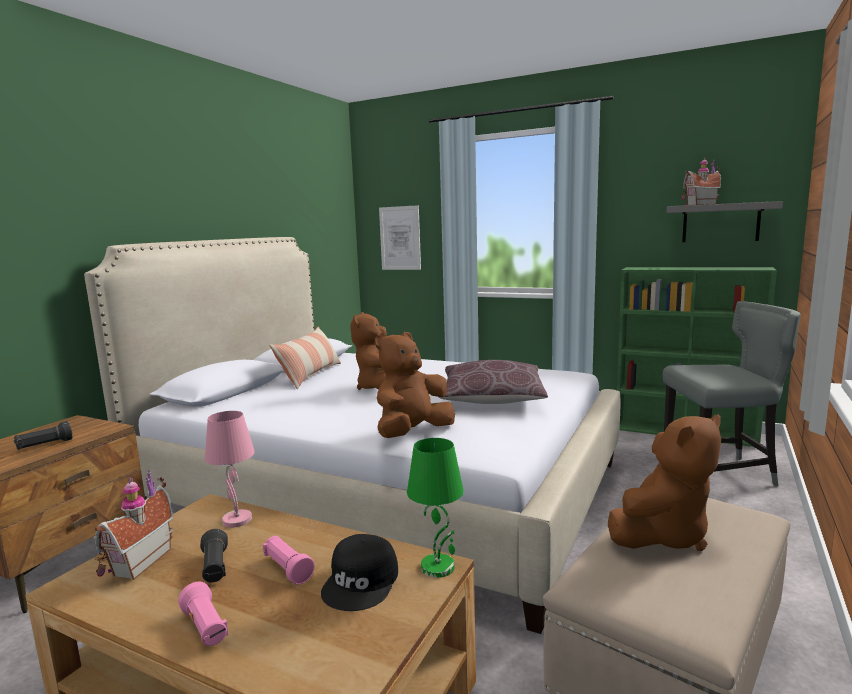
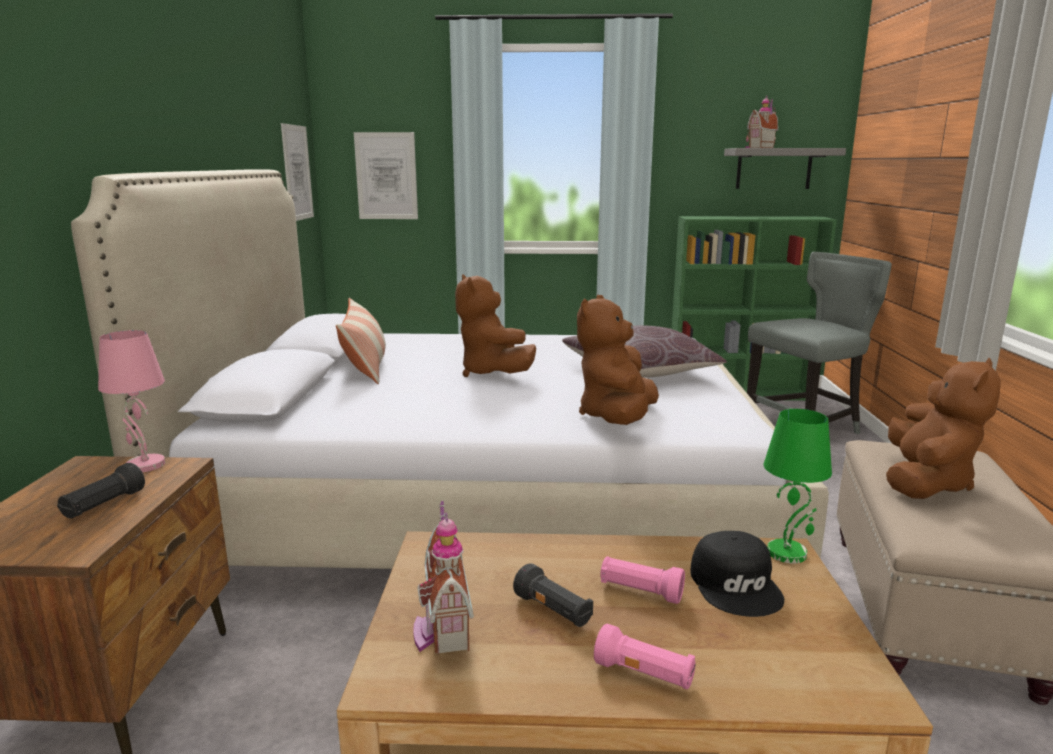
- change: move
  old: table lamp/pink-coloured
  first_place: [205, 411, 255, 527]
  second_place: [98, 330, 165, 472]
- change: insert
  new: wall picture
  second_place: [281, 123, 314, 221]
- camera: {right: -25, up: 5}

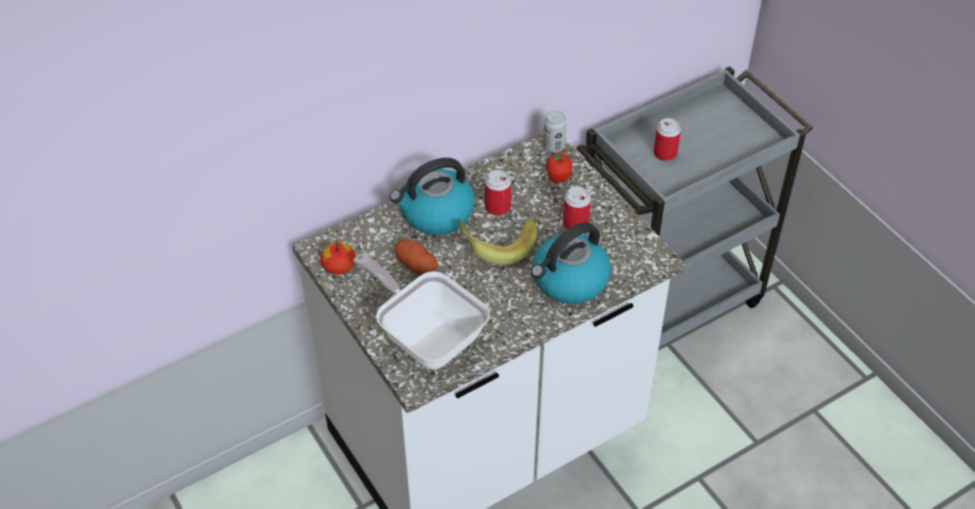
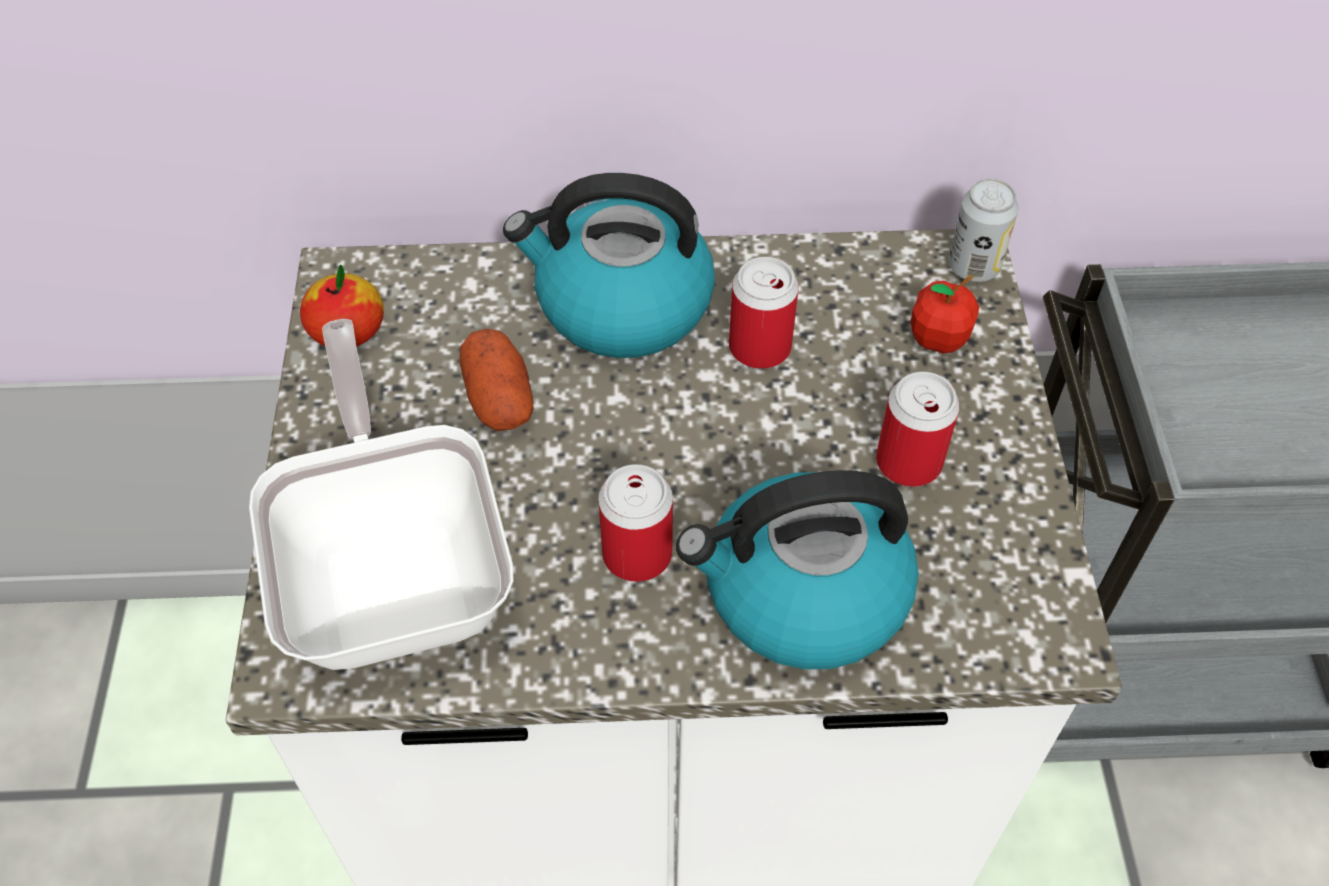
- change: move
  old: metal can
  first_place: [653, 118, 681, 161]
  second_place: [598, 464, 673, 582]
- change: delete
  old: whole banana
  first_place: [457, 218, 537, 265]
- camera: {right: 30, up: 5}

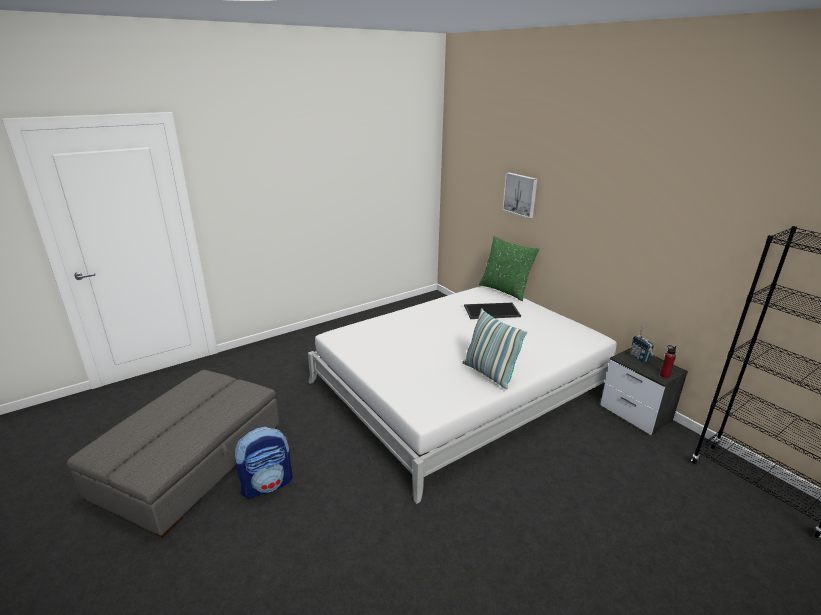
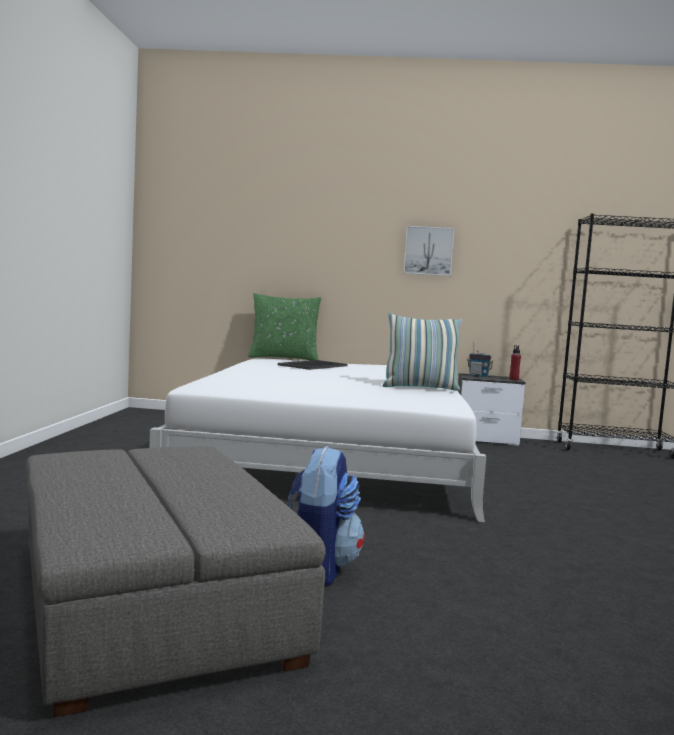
- change: move
  old: wall picture
  first_place: [502, 172, 537, 218]
  second_place: [404, 226, 455, 276]
- camera: {right: -50, up: -20}

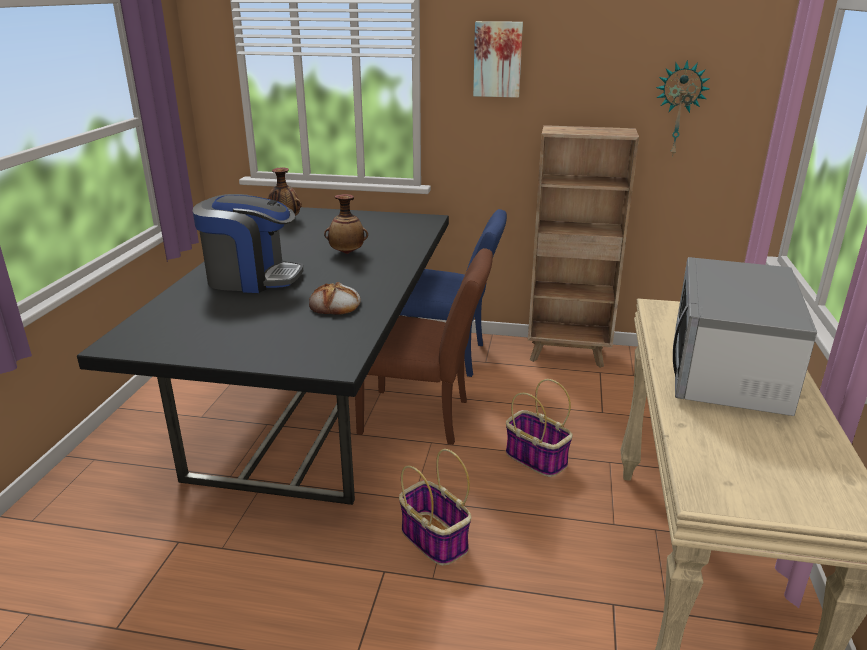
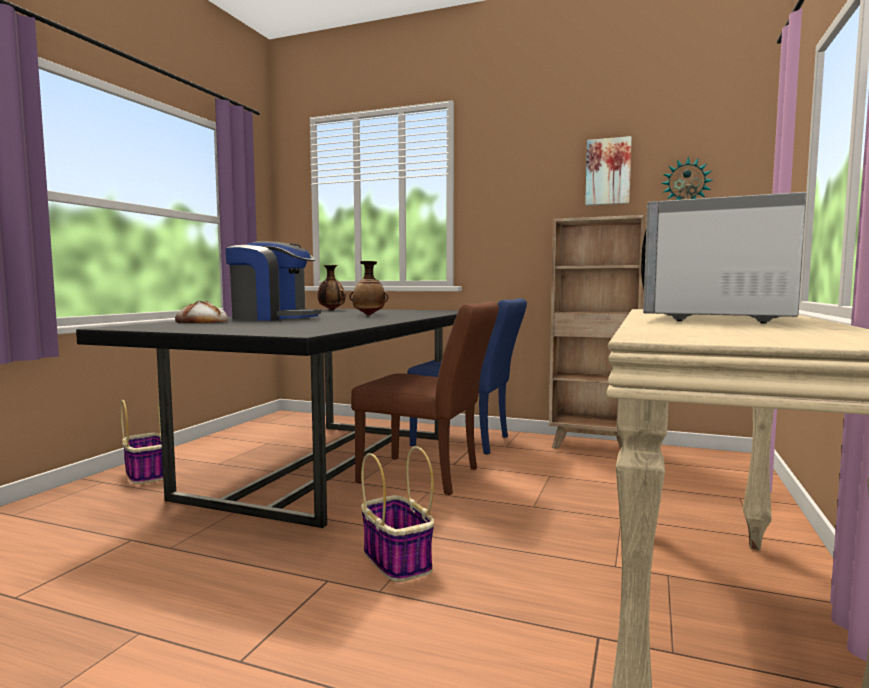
- change: move
  old: household basket
  first_place: [506, 379, 573, 477]
  second_place: [121, 400, 163, 484]
- change: move
  old: bread
  first_place: [309, 282, 361, 315]
  second_place: [175, 301, 228, 323]
- change: move
  old: wall picture
  first_place: [473, 21, 523, 98]
  second_place: [585, 136, 632, 206]
- camera: {right: 10, up: -20}

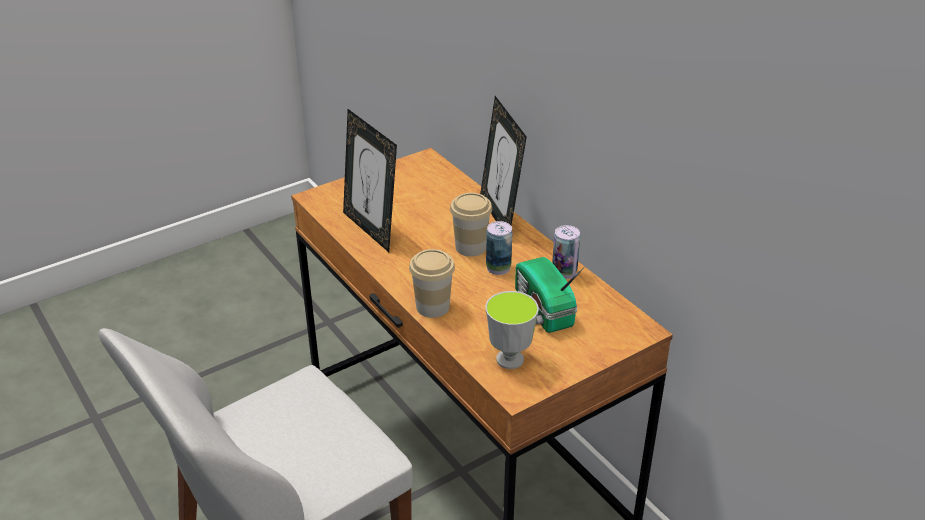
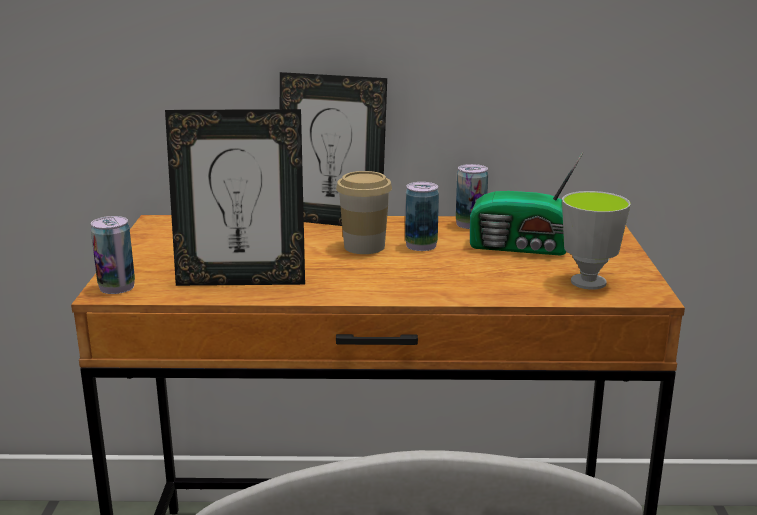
- change: insert
  new: metal can
  second_place: [91, 216, 135, 294]
- change: delete
  old: drinking cup
  first_place: [409, 249, 455, 318]
- camera: {right: -55, up: -15}

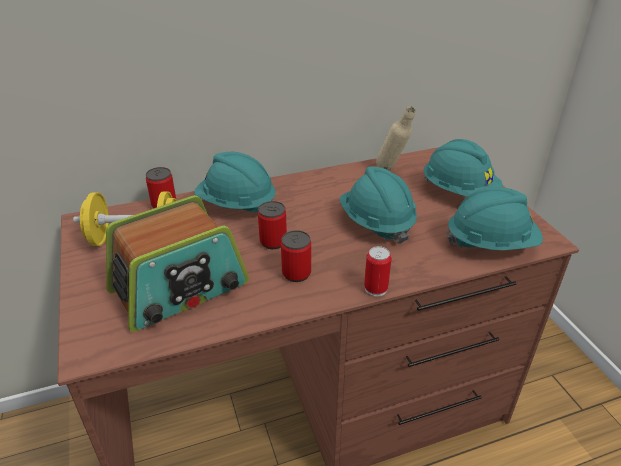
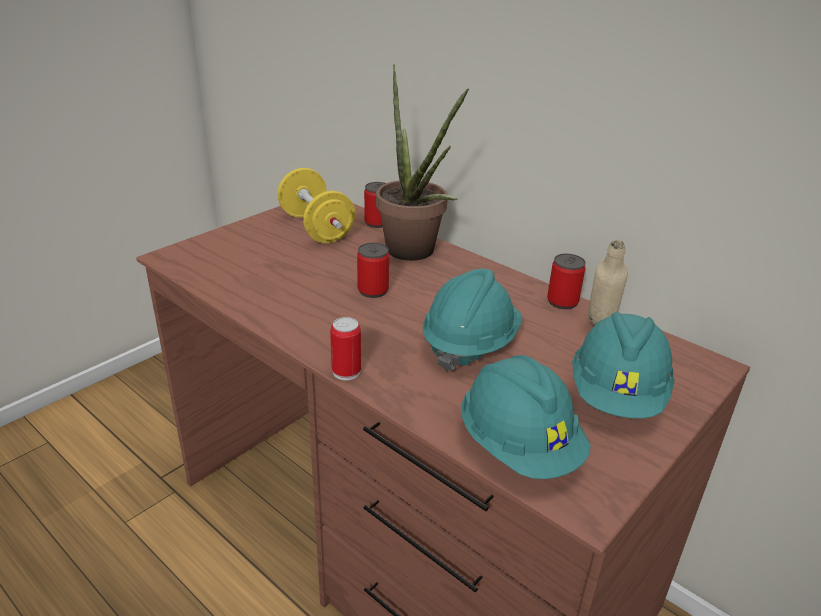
- change: replace
  old: hard hat/turquoise
  new: houseplant
  first_place: [194, 152, 276, 212]
  second_place: [376, 64, 469, 261]
- change: move
  old: metal can
  first_place: [281, 230, 311, 282]
  second_place: [547, 253, 586, 309]
- change: delete
  old: radio set
  first_place: [106, 195, 249, 332]
- camera: {right: 60, up: -5}

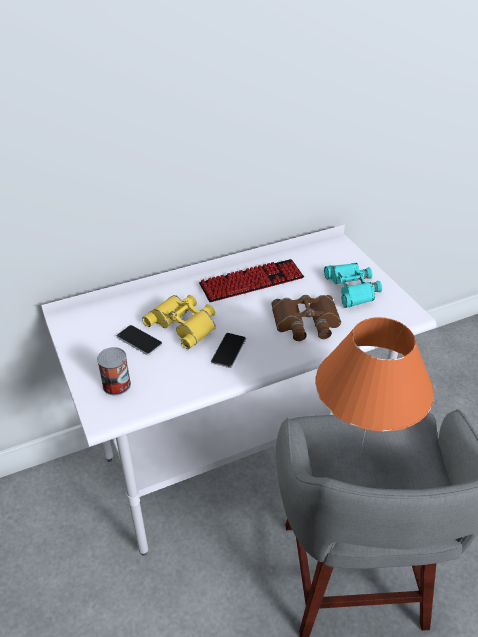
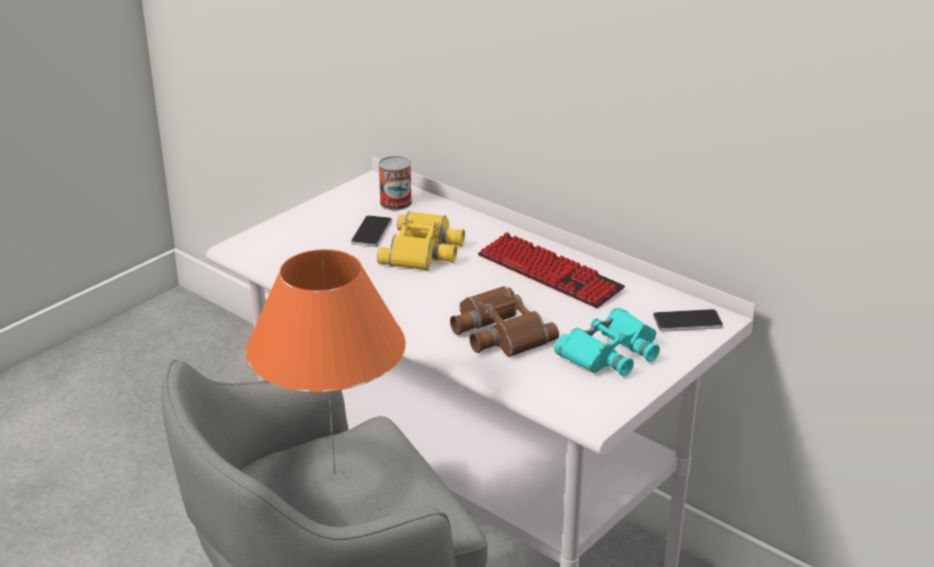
- change: move
  old: metal can
  first_place: [97, 347, 131, 395]
  second_place: [378, 156, 412, 210]
- change: move
  old: phone
  first_place: [211, 333, 246, 368]
  second_place: [653, 309, 723, 331]
- camera: {right: 65, up: -10}

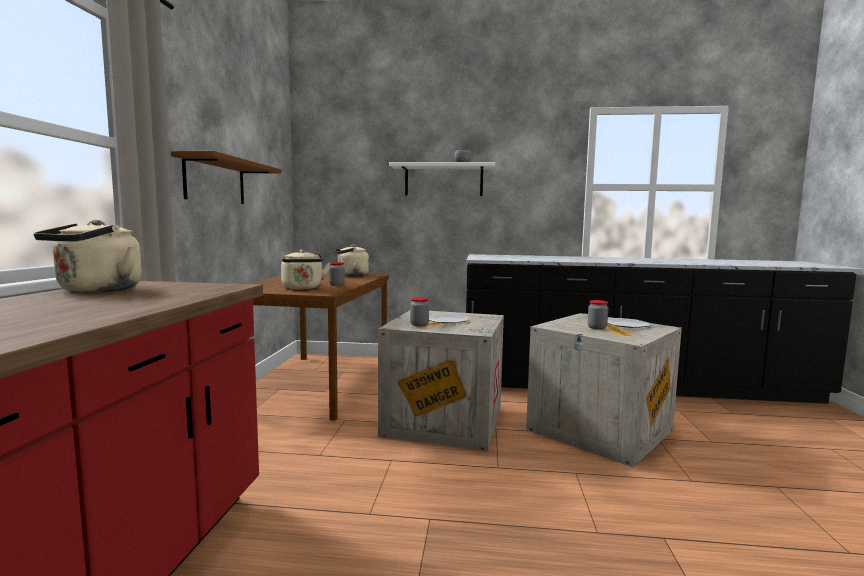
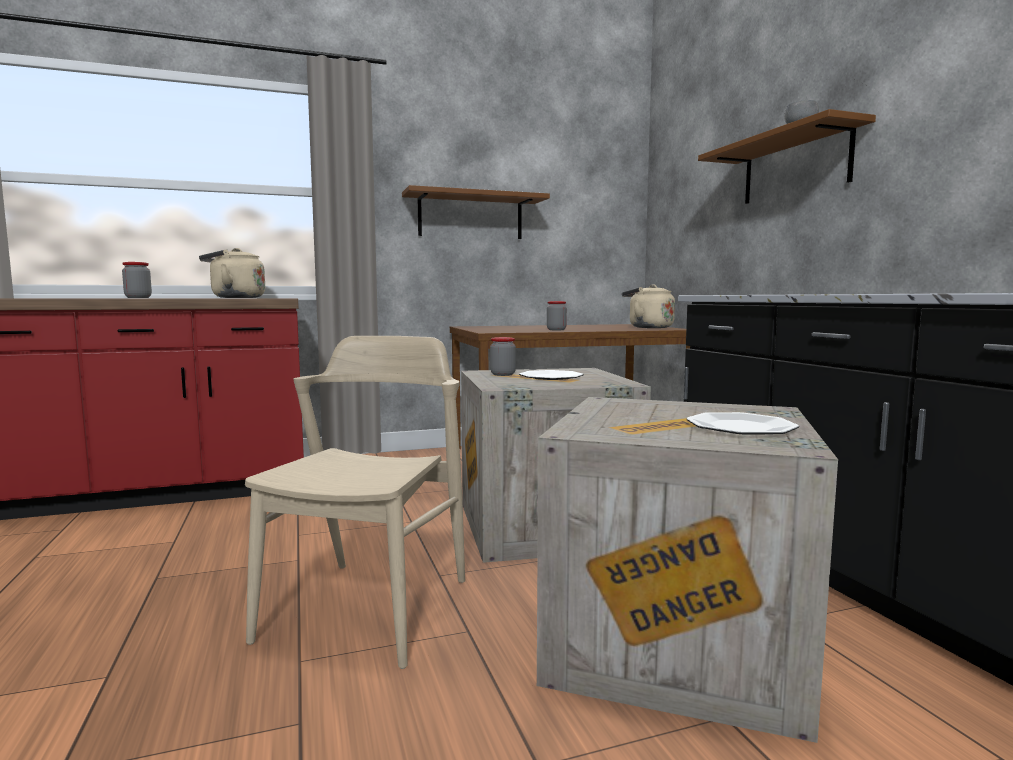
- change: move
  old: storage jar
  first_place: [588, 300, 608, 330]
  second_place: [122, 262, 152, 298]
- change: insert
  new: upright chair/beige
  second_place: [245, 336, 465, 669]
- change: recolor
  old: wall shelf/whitish
  new: wall shelf/brown
  first_place: [389, 162, 495, 196]
  second_place: [698, 109, 876, 204]
- change: delete
  old: tea kettle/beige
  first_place: [281, 250, 331, 290]
- camera: {right: 65, up: 0}

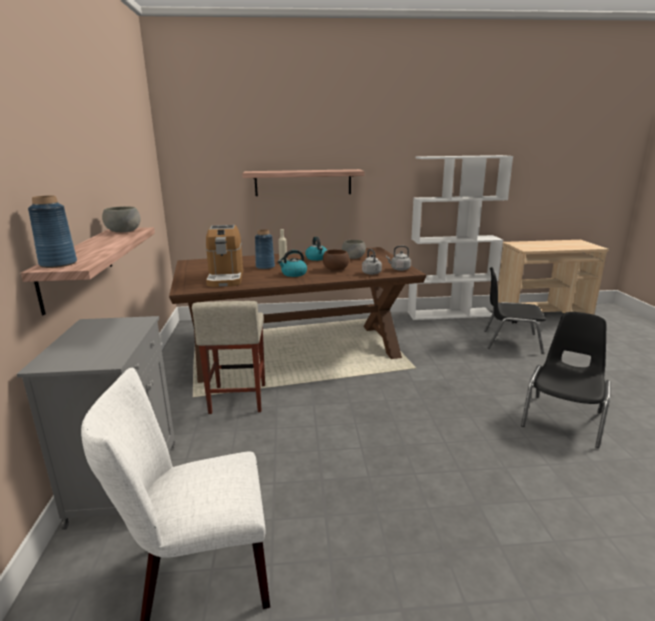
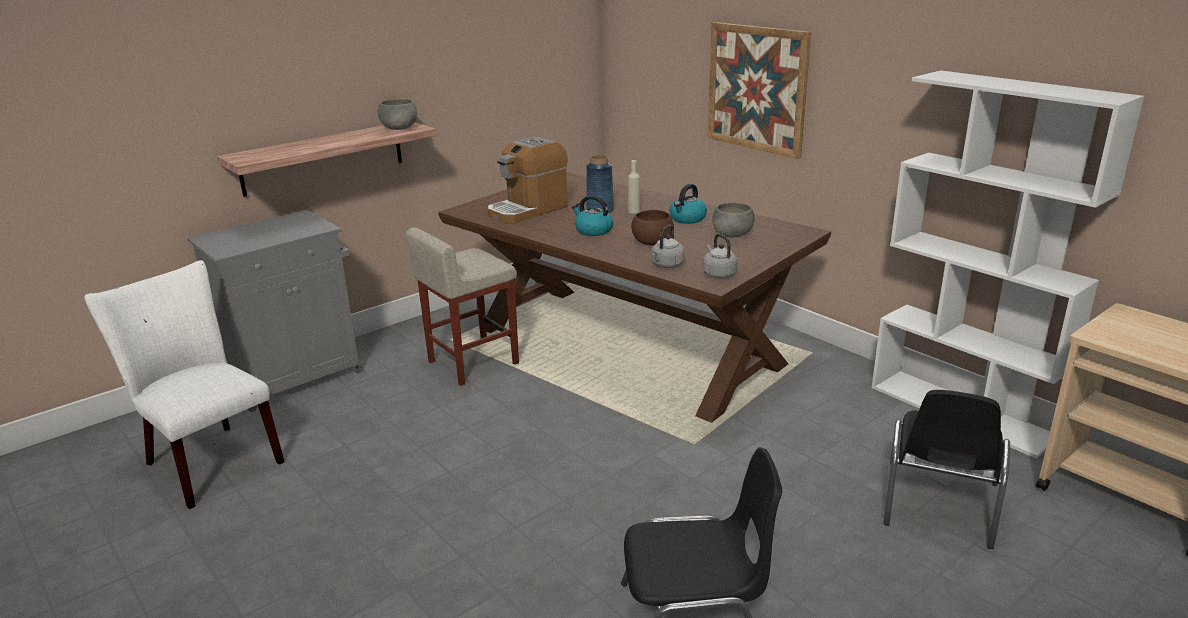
- change: replace
  old: wall shelf
  new: wall picture
  first_place: [242, 169, 365, 196]
  second_place: [708, 22, 811, 159]
- change: rotate
  old: upright chair/blackish
  first_place: [484, 267, 546, 354]
  second_place: [883, 390, 1010, 549]
  degrees: -135
- change: delete
  old: flower vase/blue-coloured
  first_place: [28, 196, 77, 268]
- camera: {right: 55, up: 5}

